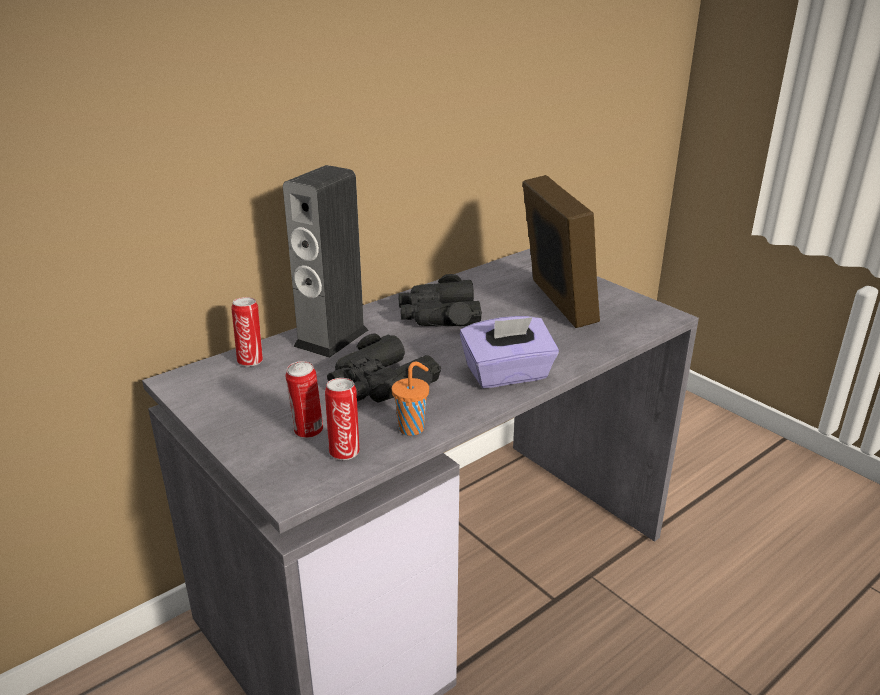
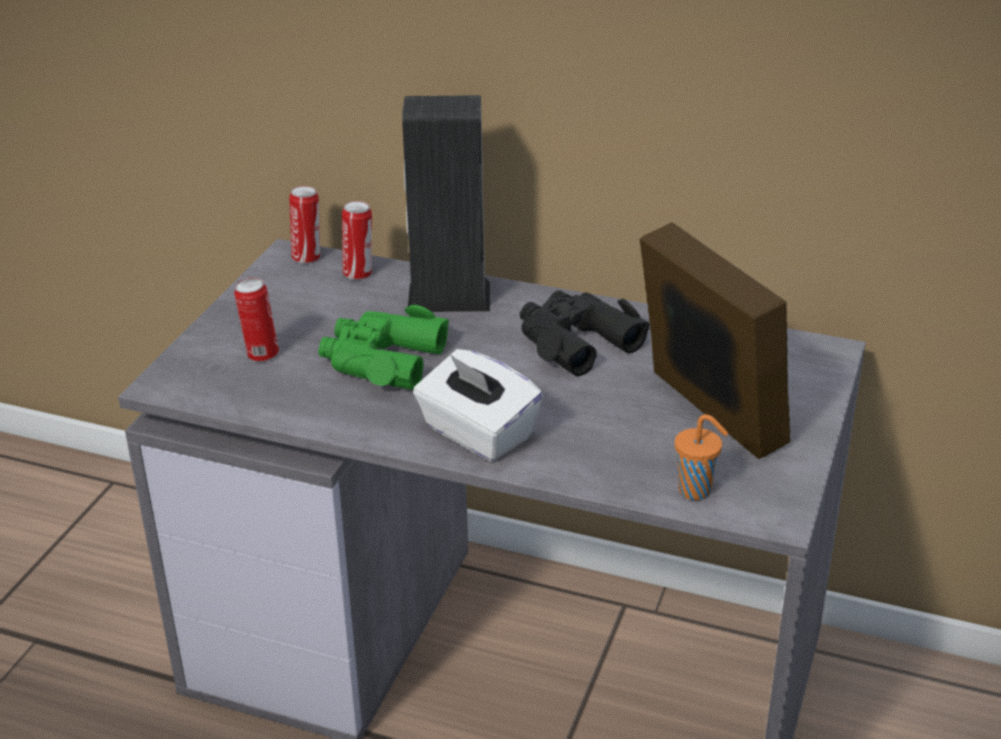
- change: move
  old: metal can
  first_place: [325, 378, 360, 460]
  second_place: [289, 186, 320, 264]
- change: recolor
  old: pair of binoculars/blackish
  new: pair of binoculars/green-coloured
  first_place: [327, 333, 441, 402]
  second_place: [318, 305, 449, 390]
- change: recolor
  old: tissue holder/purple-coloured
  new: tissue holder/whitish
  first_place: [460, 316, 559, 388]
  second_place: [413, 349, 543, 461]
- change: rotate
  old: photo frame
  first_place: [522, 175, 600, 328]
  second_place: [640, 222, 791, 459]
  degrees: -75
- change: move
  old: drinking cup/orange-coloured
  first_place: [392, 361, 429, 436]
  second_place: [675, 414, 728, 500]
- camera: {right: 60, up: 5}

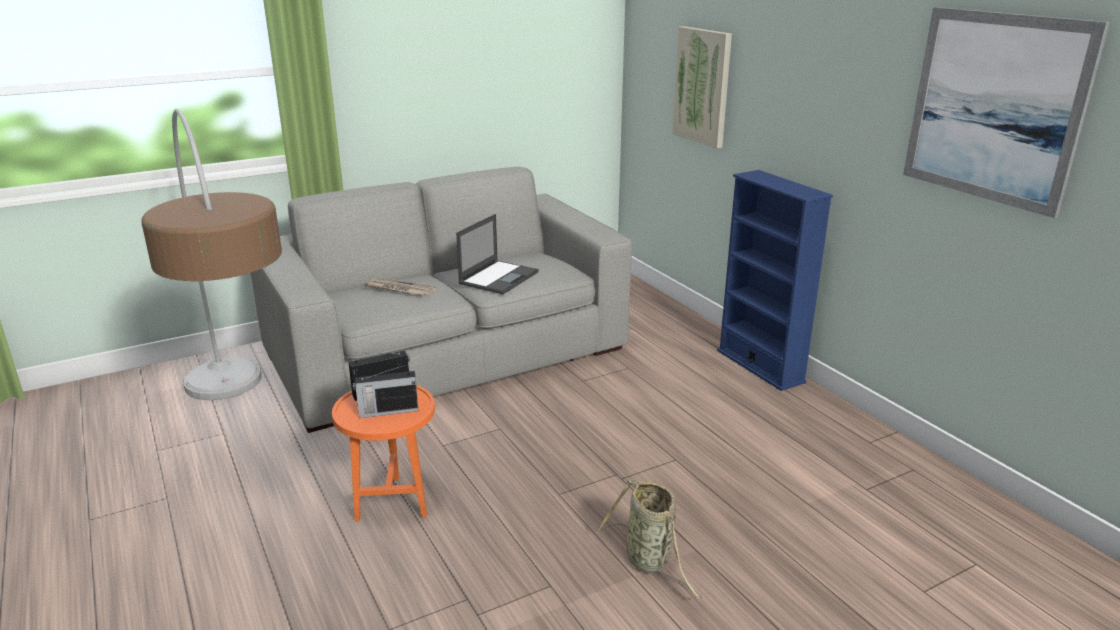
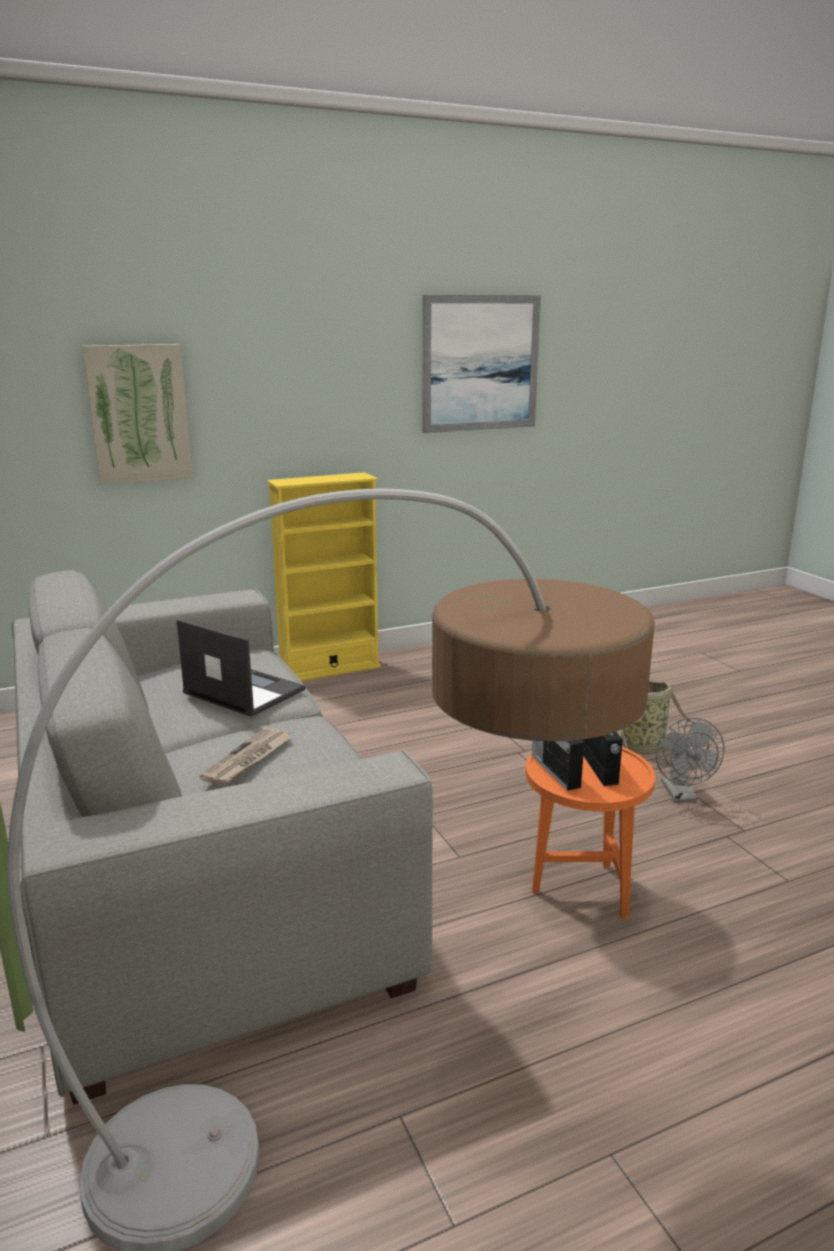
- change: recolor
  old: shelving unit/blue-coloured
  new: shelving unit/yellow-coloured
  first_place: [717, 170, 833, 391]
  second_place: [267, 472, 381, 681]
- change: insert
  new: electric fan/grey
  second_place: [656, 718, 725, 802]
- camera: {right: -85, up: -5}

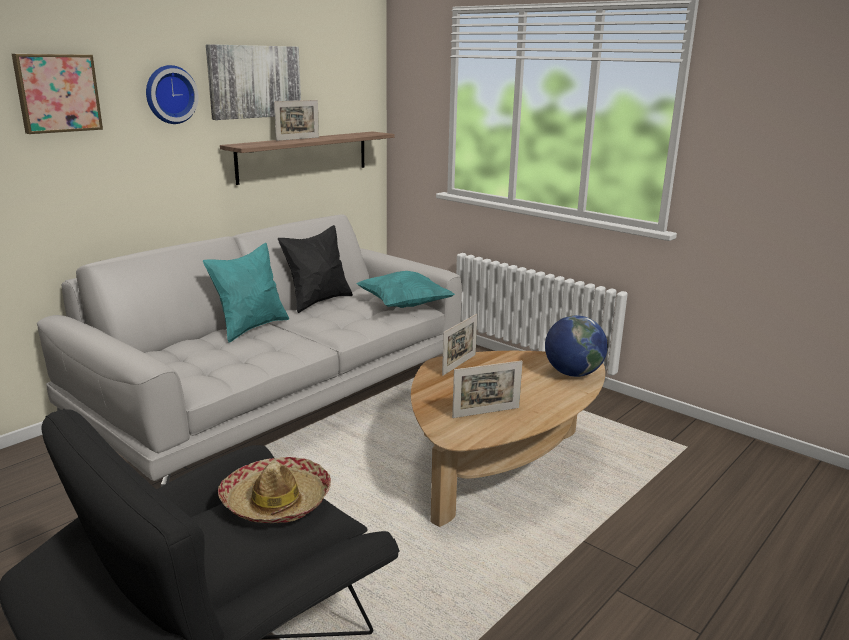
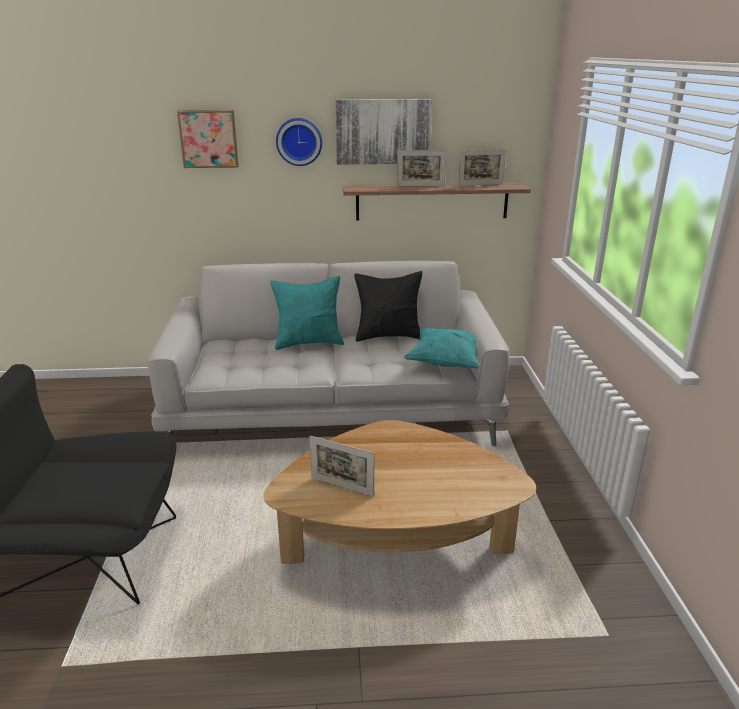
- change: move
  old: photo frame
  first_place: [442, 314, 477, 376]
  second_place: [458, 149, 506, 186]
- change: delete
  old: hat
  first_place: [218, 457, 331, 523]
- change: delete
  old: world globe
  first_place: [545, 315, 608, 377]
- camera: {right: 45, up: 5}

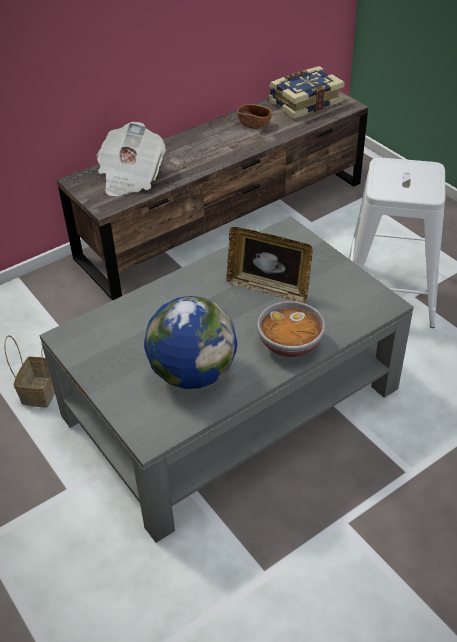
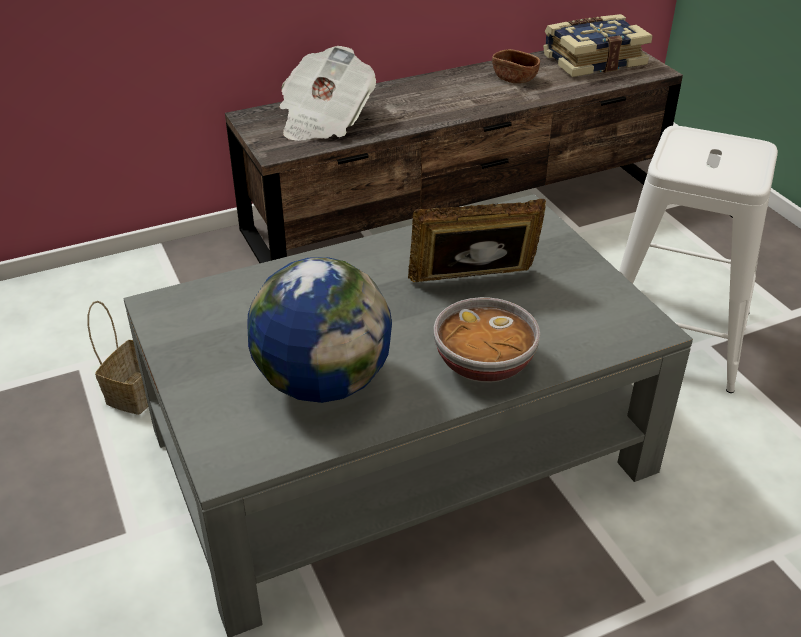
- change: rotate
  old: photo frame
  first_place: [226, 227, 313, 304]
  second_place: [408, 199, 546, 282]
  degrees: 135
- camera: {right: 10, up: -5}

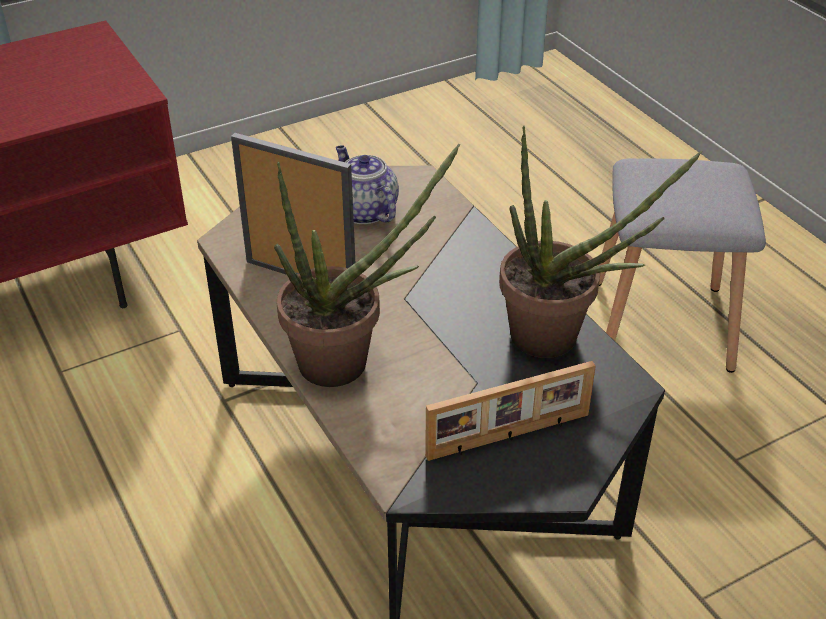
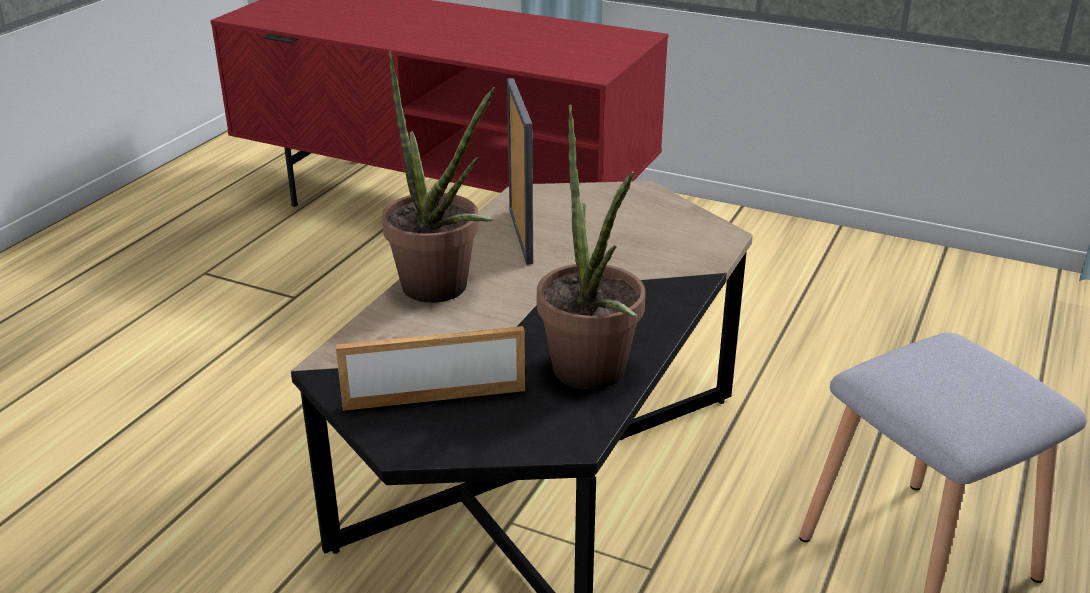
- change: rotate
  old: photo frame
  first_place: [425, 361, 596, 461]
  second_place: [336, 326, 525, 411]
  degrees: 135
- change: delete
  old: tea pot
  first_place: [336, 145, 399, 224]
- camera: {right: 55, up: -10}

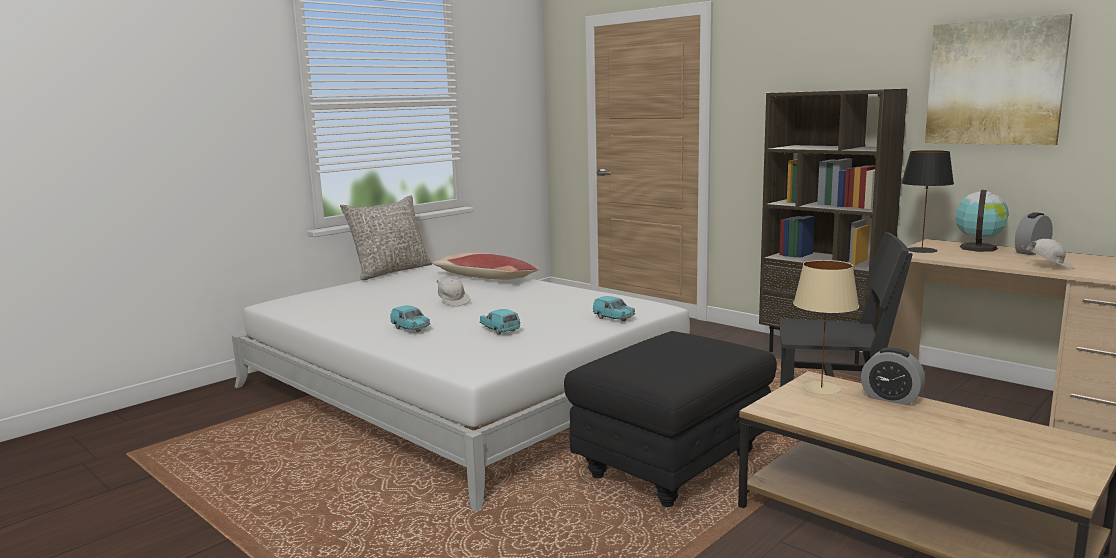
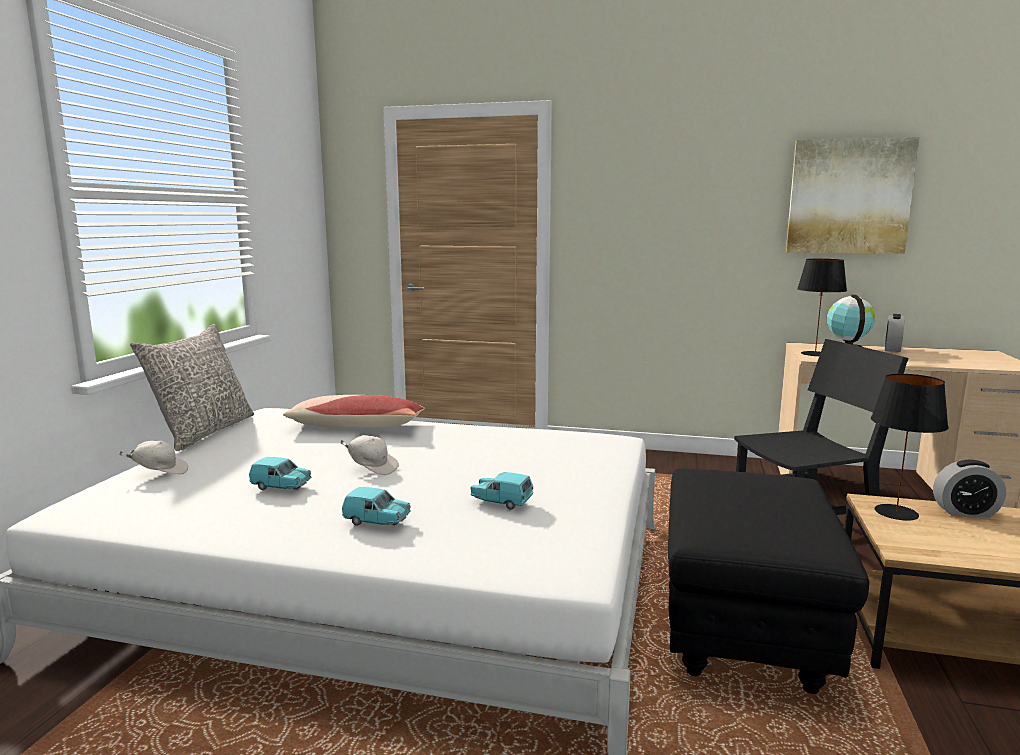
- change: move
  old: baseball cap/whitish
  first_place: [1022, 239, 1074, 269]
  second_place: [119, 441, 188, 474]
- change: move
  old: model car/turquoise
  first_place: [593, 296, 635, 321]
  second_place: [249, 457, 311, 490]
- change: recolor
  old: table lamp/beige
  new: table lamp/blackish
  first_place: [793, 260, 859, 395]
  second_place: [871, 374, 949, 521]
- change: delete
  old: shelving unit/brown
  first_place: [759, 89, 907, 364]
- camera: {right: -30, up: 0}

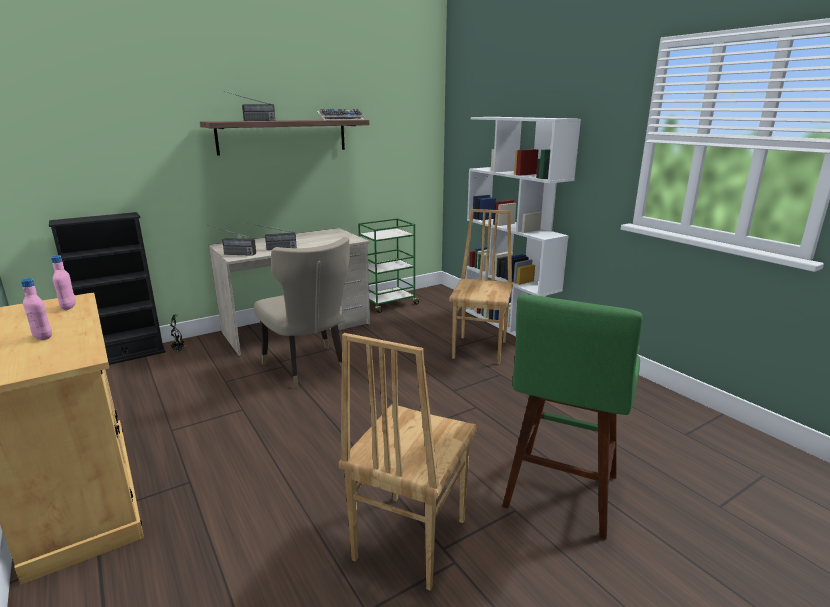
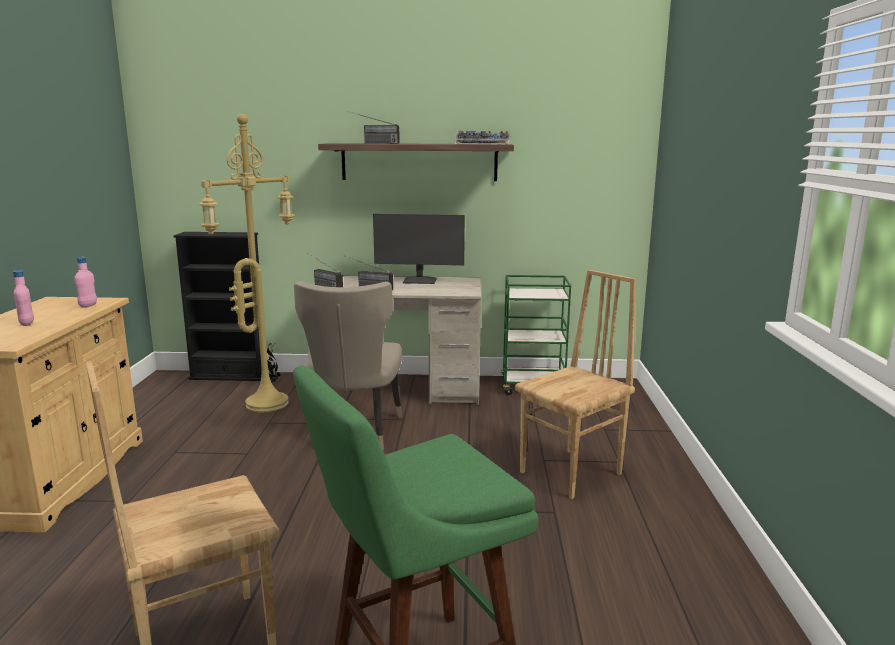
- change: insert
  new: standard lamp/yellow-coloured
  second_place: [199, 114, 295, 413]
- change: insert
  new: computer screen
  second_place: [373, 214, 465, 284]
- change: delete
  old: shelving unit/whitish
  first_place: [465, 117, 581, 337]
- camera: {right: 35, up: -5}

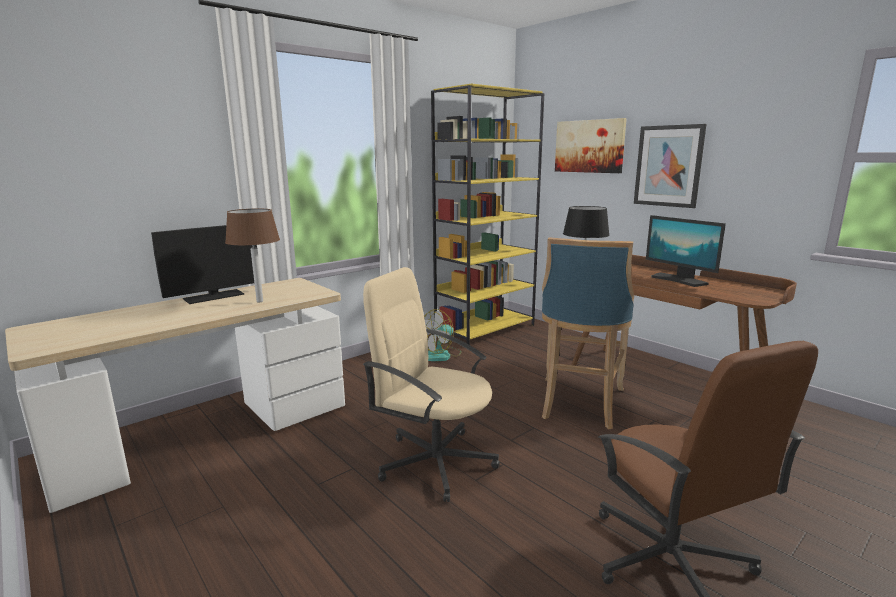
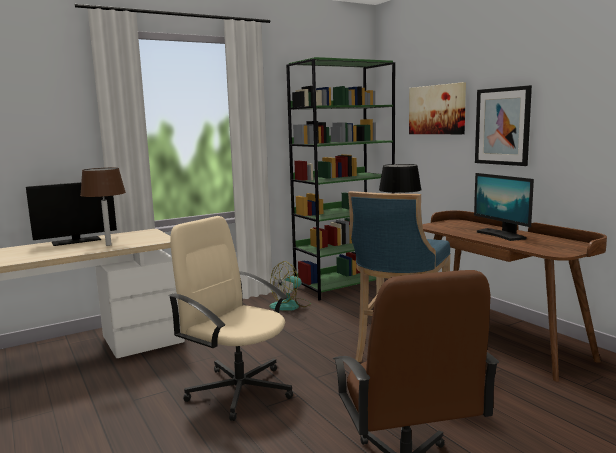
- change: recolor
  old: shelving unit/yellow-coloured
  new: shelving unit/green-coloured
  first_place: [431, 83, 544, 345]
  second_place: [286, 57, 395, 301]
- camera: {right: 10, up: -5}

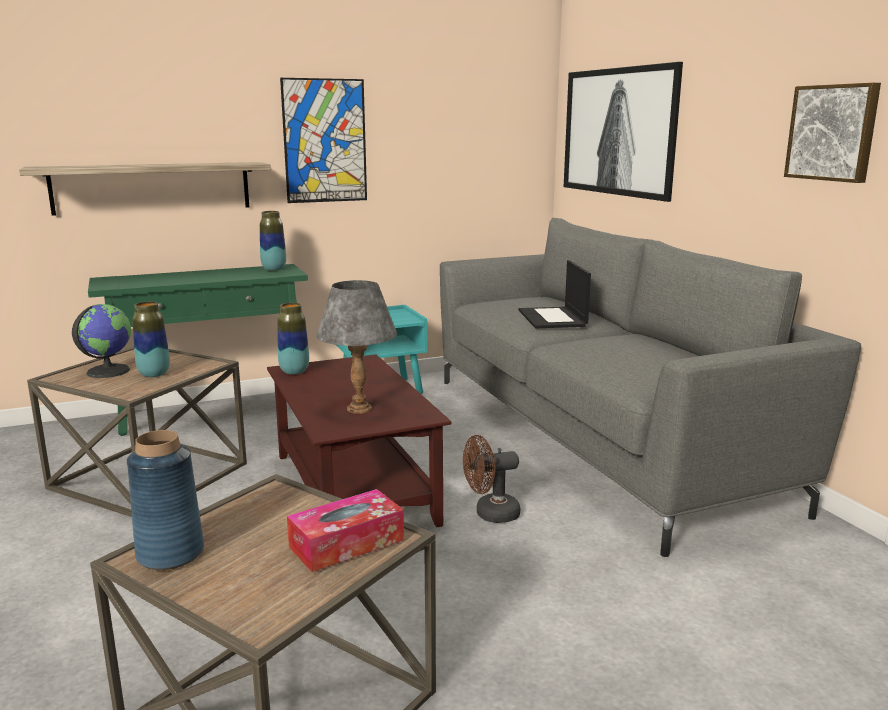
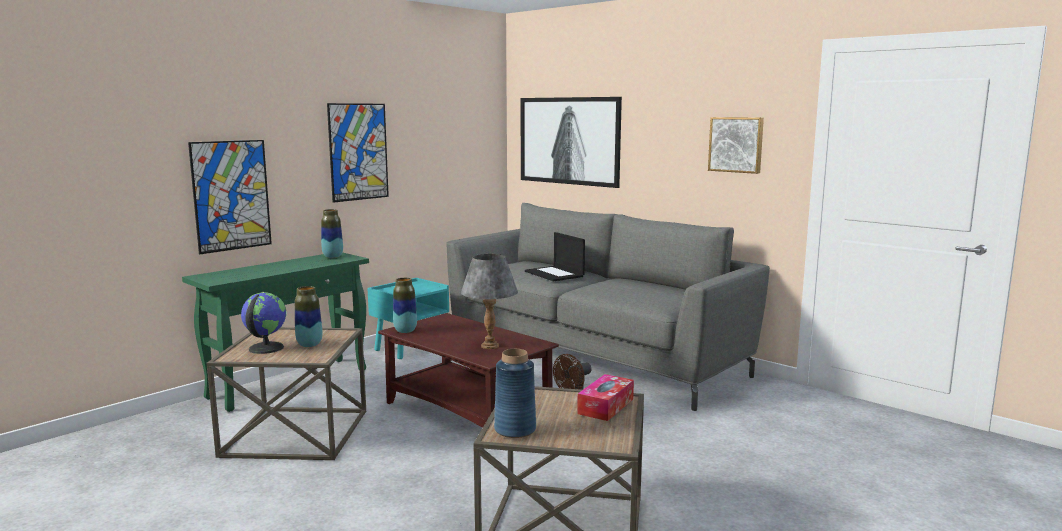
- change: replace
  old: wall shelf
  new: wall picture
  first_place: [19, 162, 271, 216]
  second_place: [188, 140, 272, 254]
- camera: {right: -25, up: -5}

